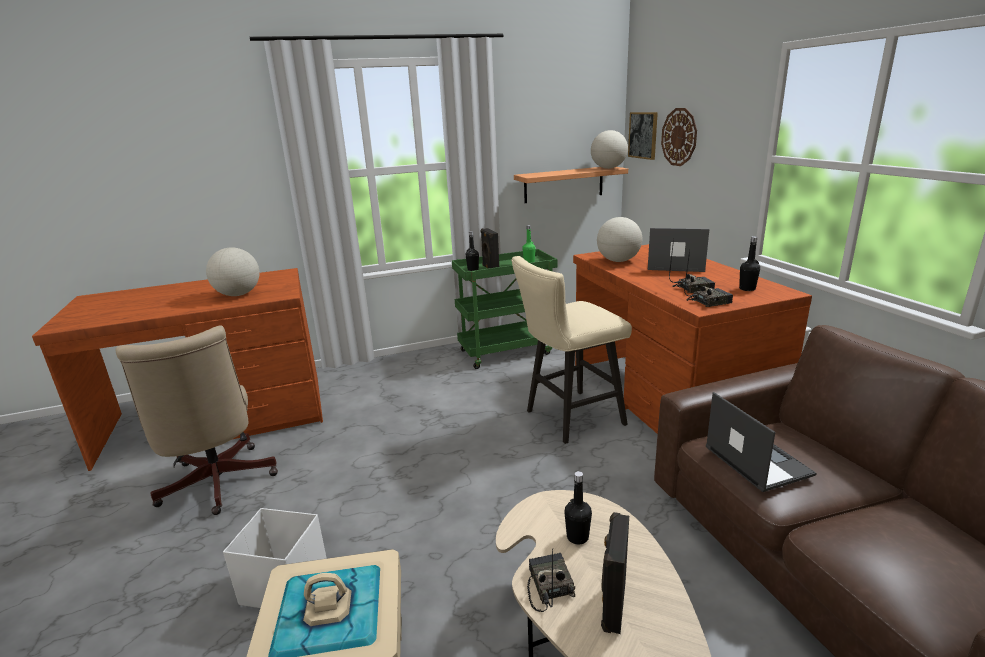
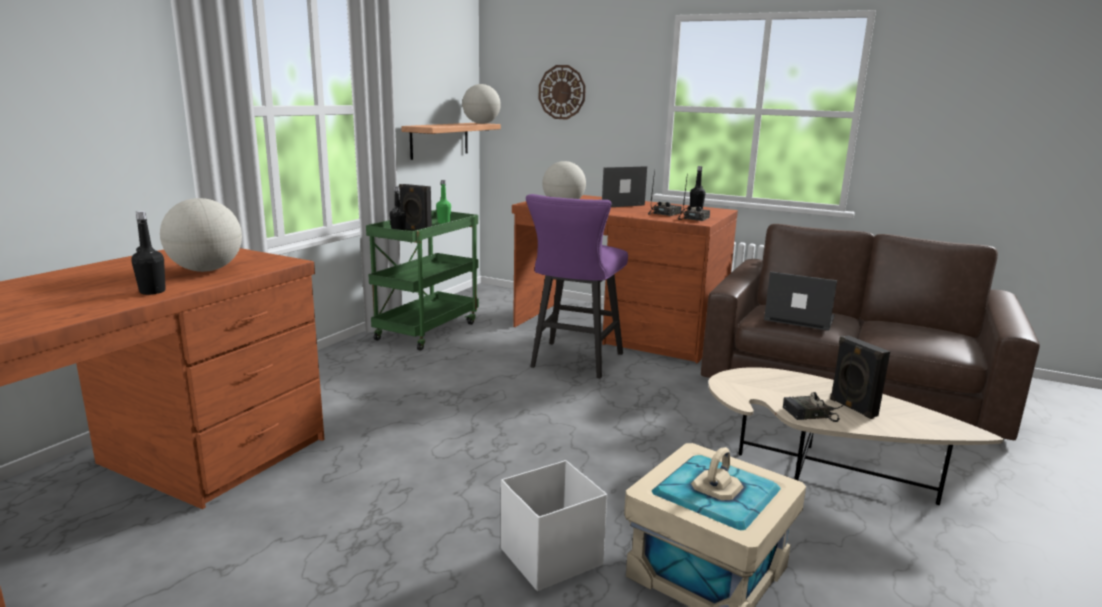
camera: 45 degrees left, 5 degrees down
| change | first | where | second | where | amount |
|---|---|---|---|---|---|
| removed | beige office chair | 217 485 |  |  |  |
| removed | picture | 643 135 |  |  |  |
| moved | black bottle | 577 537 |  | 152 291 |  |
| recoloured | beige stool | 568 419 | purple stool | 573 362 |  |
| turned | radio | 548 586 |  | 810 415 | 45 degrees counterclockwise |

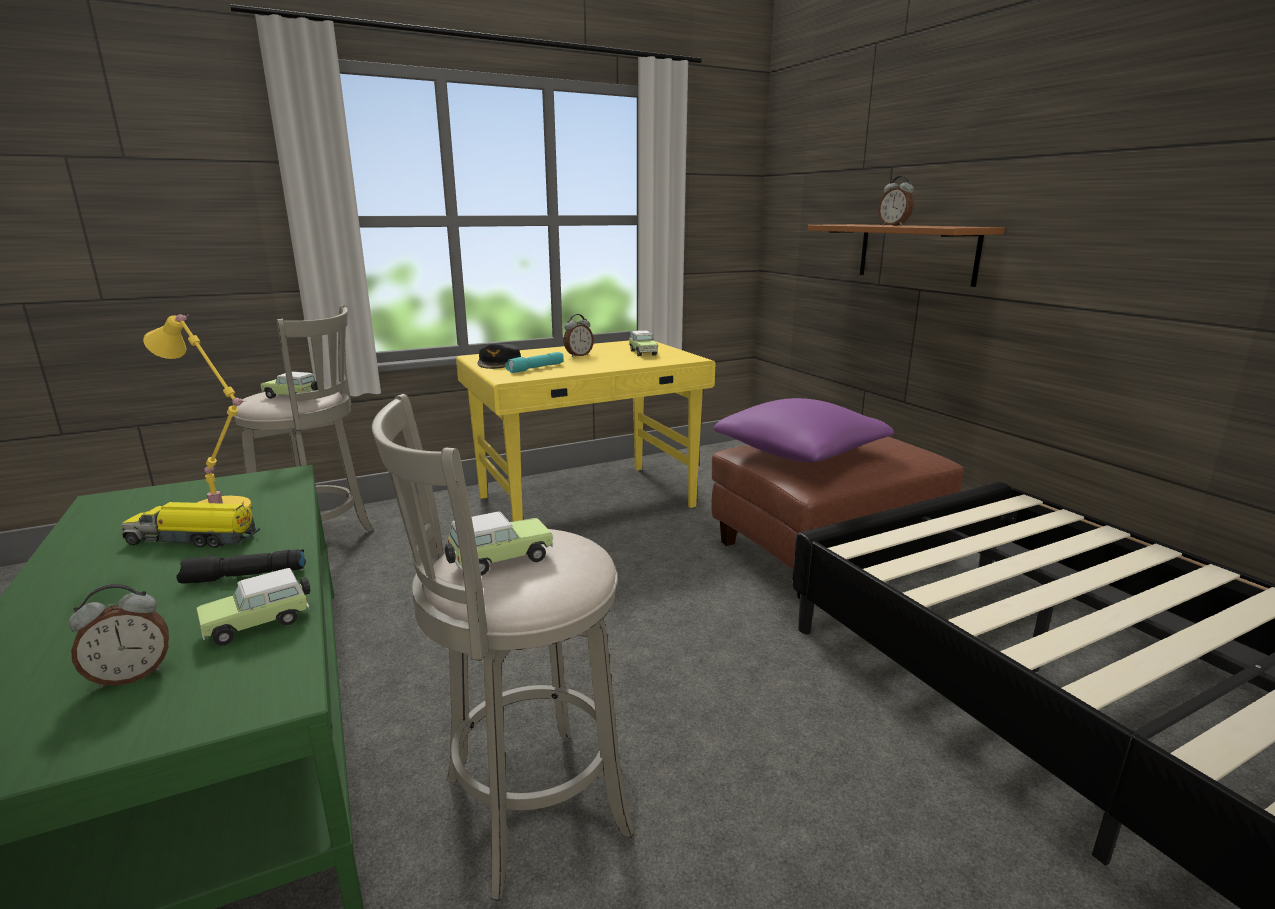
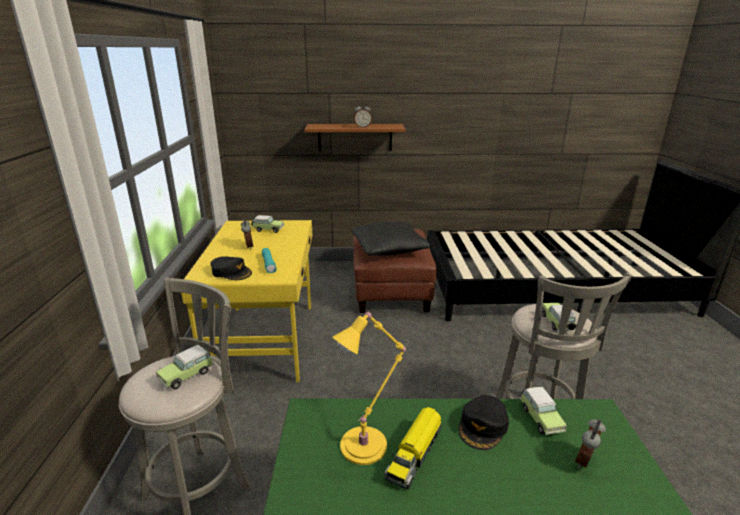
camera: 65 degrees left, 5 degrees up
| change | first | where | second | where | amount |
|---|---|---|---|---|---|
| replaced | black flashlight | 244 576 | black cap | 483 426 |  |
| recoloured | purple pillow | 800 452 | black pillow | 389 249 |  |
| turned | alarm clock | 132 675 |  | 585 461 | 135 degrees counterclockwise |

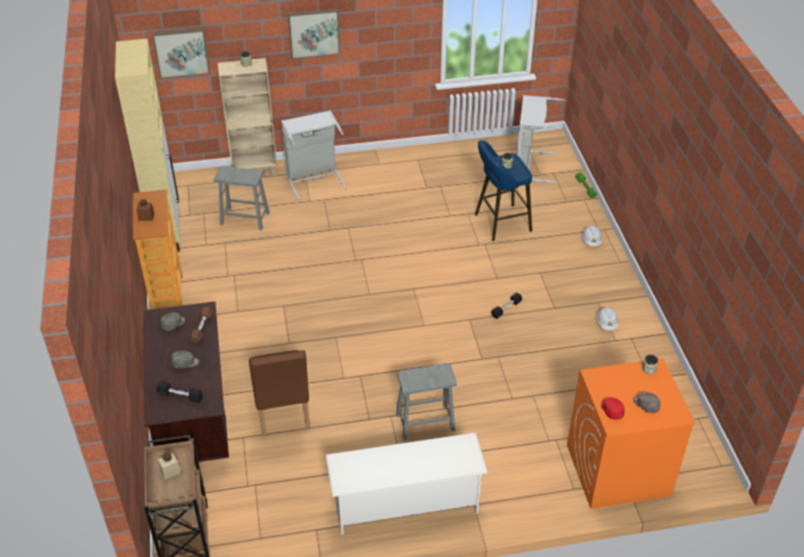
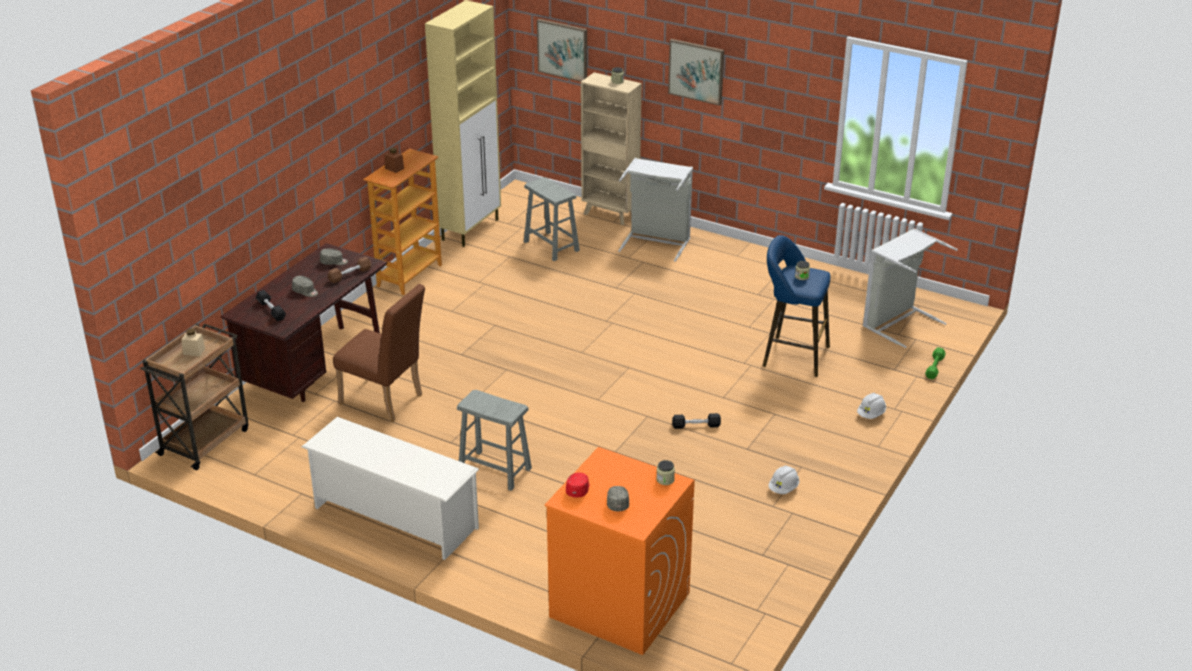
camera: 40 degrees right, 10 degrees down
| change | first | where | second | where | amount |
|---|---|---|---|---|---|
| turned | brown chair | 282 414 |  | 386 401 | 90 degrees counterclockwise |

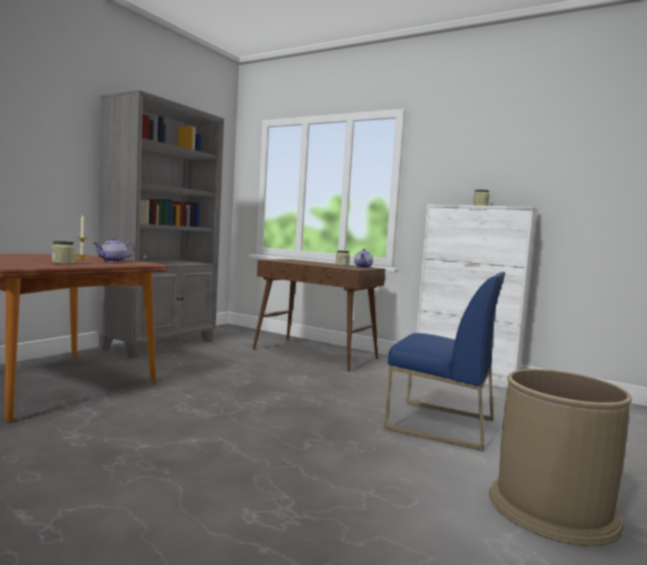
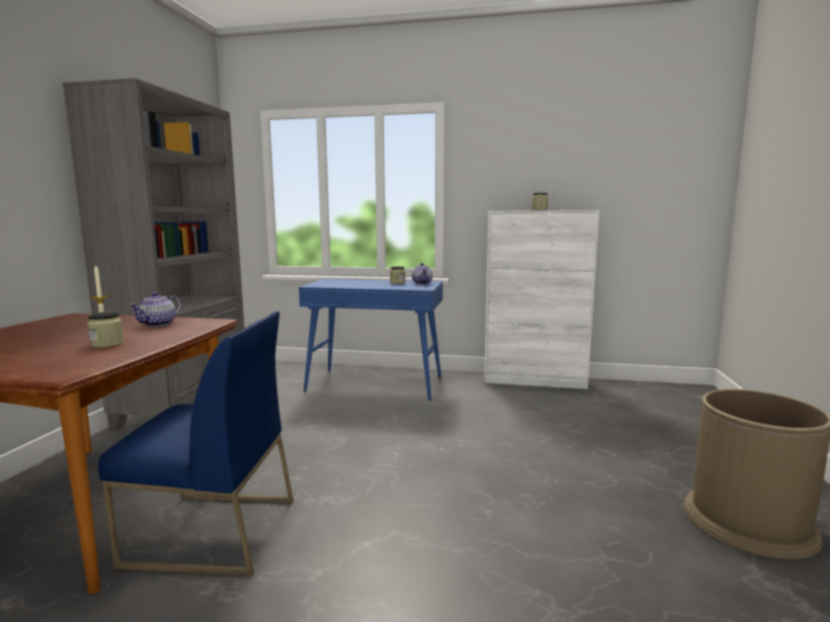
camera: 20 degrees left, 5 degrees up
| change | first | where | second | where | amount |
|---|---|---|---|---|---|
| moved | blue chair | 439 424 |  | 211 532 |  |
| recoloured | brown console table | 315 354 | blue console table | 376 384 |  |

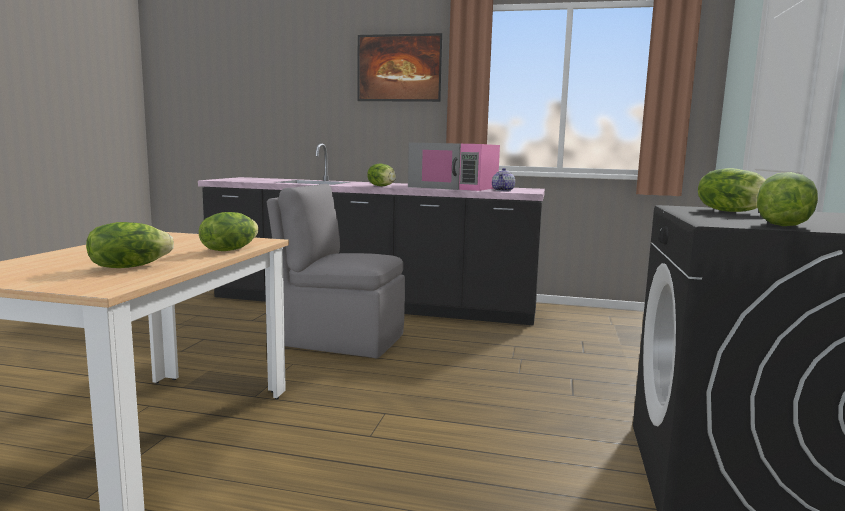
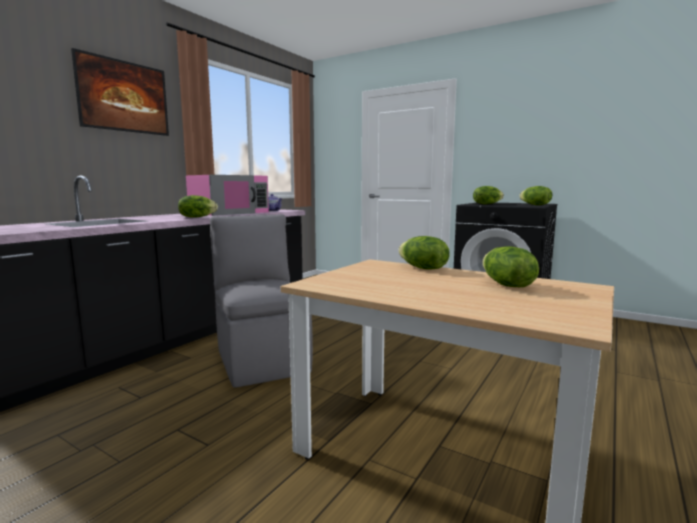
camera: 70 degrees left, 0 degrees up
| change | first | where | second | where | amount |
|---|---|---|---|---|---|
| turned | grey chair | 341 339 |  | 262 359 | 120 degrees clockwise |

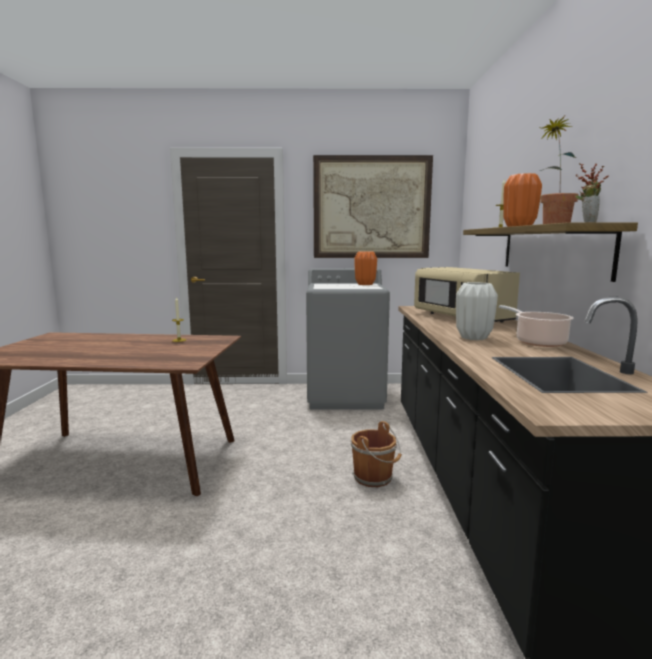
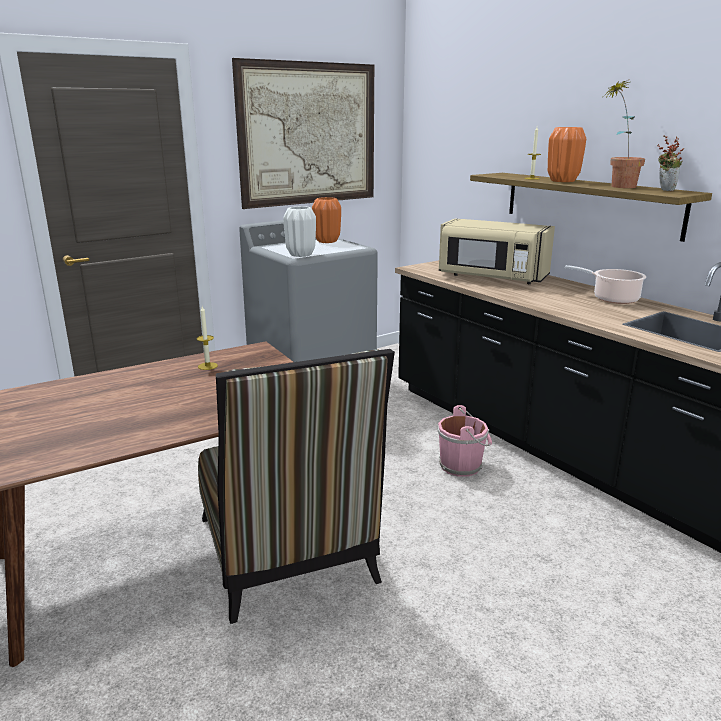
camera: 35 degrees left, 10 degrees up
| change | first | where | second | where | amount |
|---|---|---|---|---|---|
| added |  |  | chair | 288 557 |  |
| moved | white vase | 474 338 |  | 301 255 |  |
| recoloured | brown bucket | 374 478 | pink bucket | 462 466 |  |

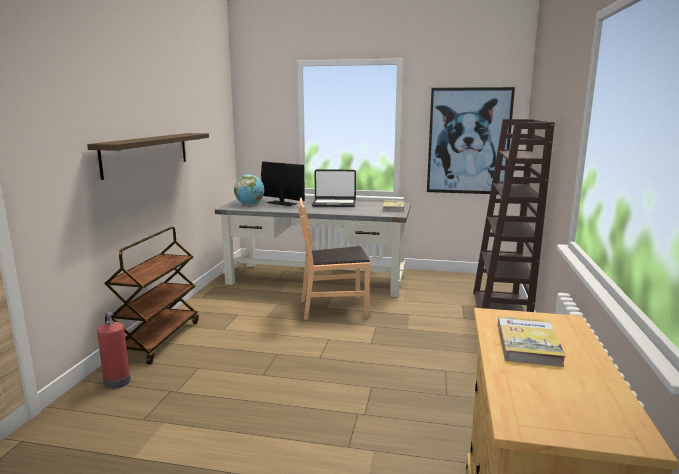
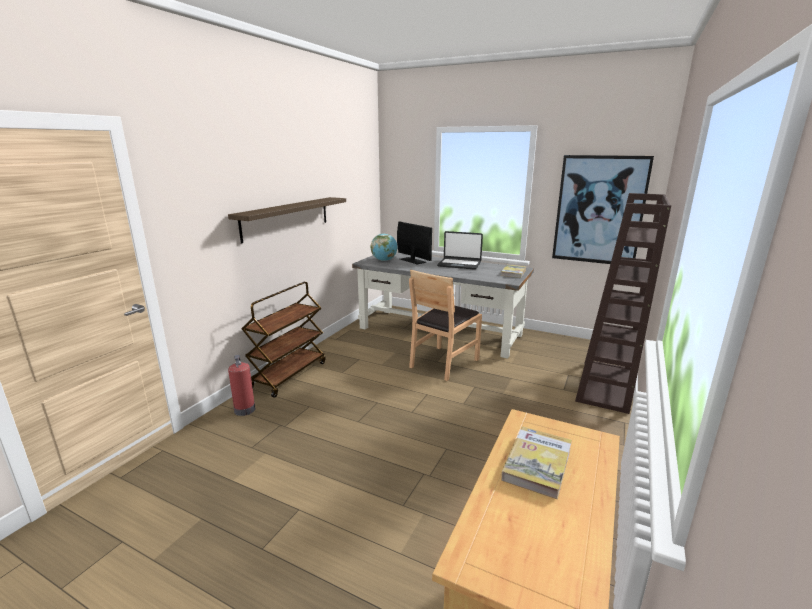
camera: 15 degrees right, 5 degrees up
| change | first | where | second | where | amount |
|---|---|---|---|---|---|
| turned | brown chair | 334 308 |  | 443 363 | 60 degrees counterclockwise |

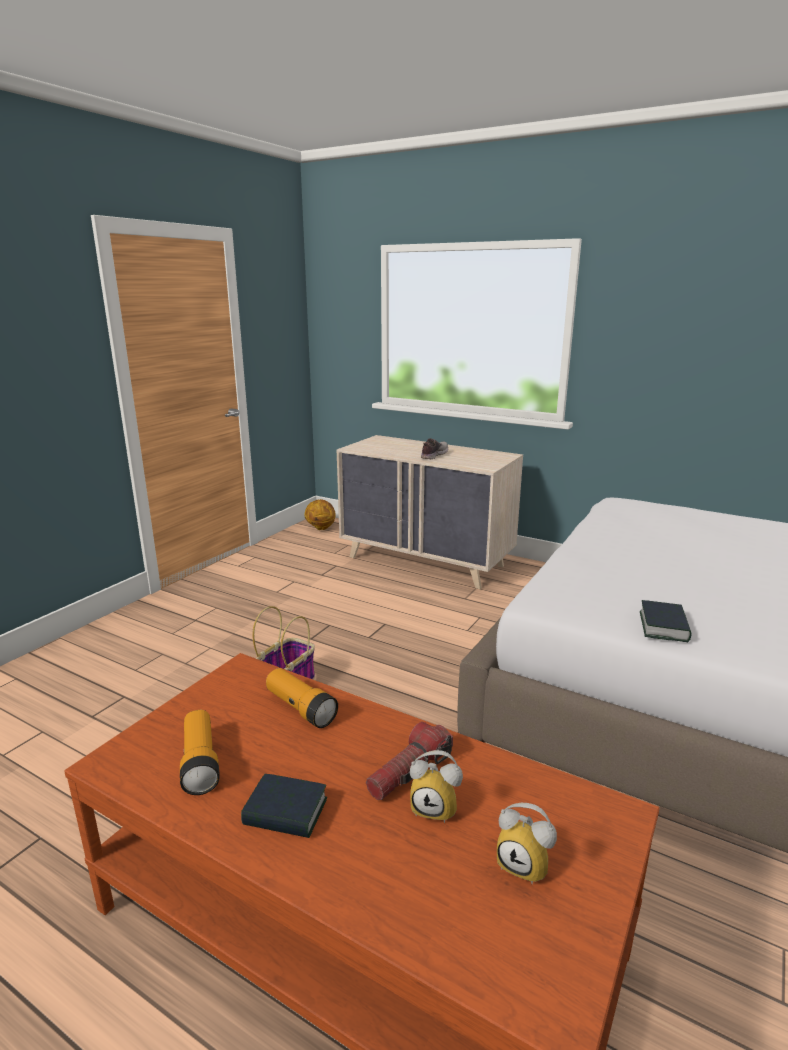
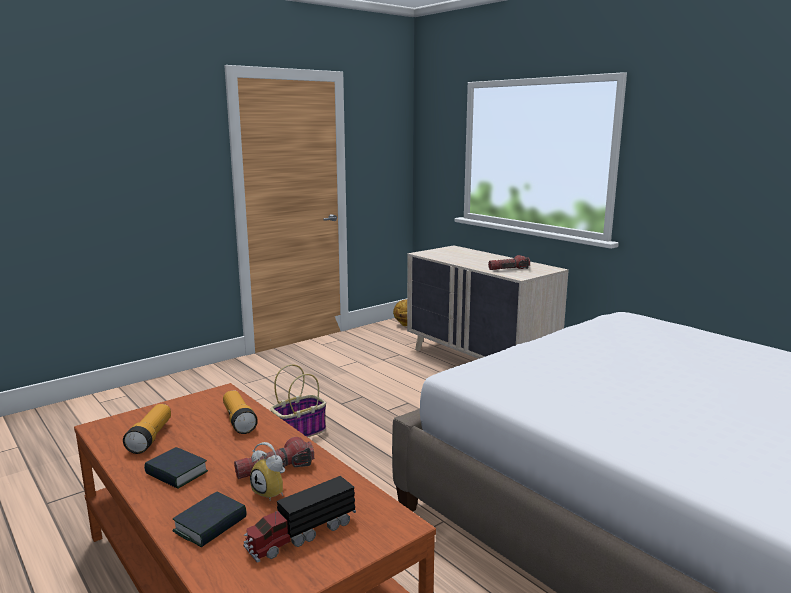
camera: 20 degrees right, 5 degrees down
| change | first | where | second | where | amount |
|---|---|---|---|---|---|
| removed | shoe | 433 455 |  |  |  |
| added |  |  | flashlight | 508 269 |  |
| moved | book | 663 626 |  | 210 525 |  |
| replaced | alarm clock | 526 864 | toy truck | 300 534 |  |

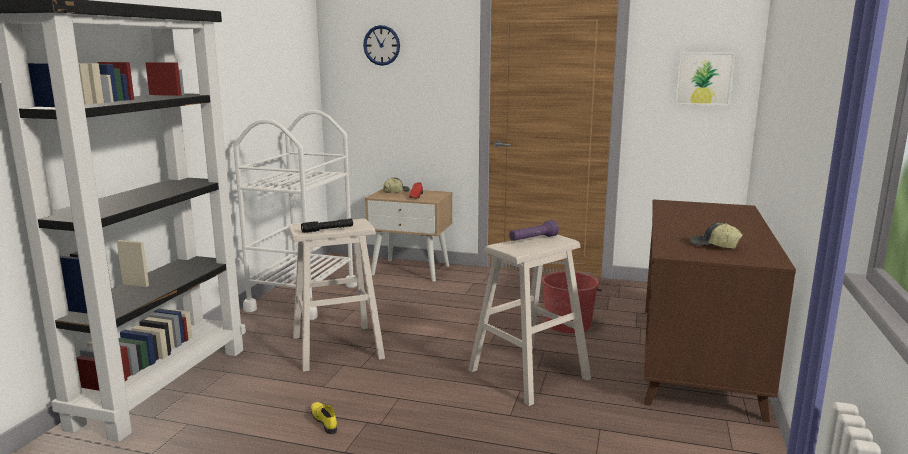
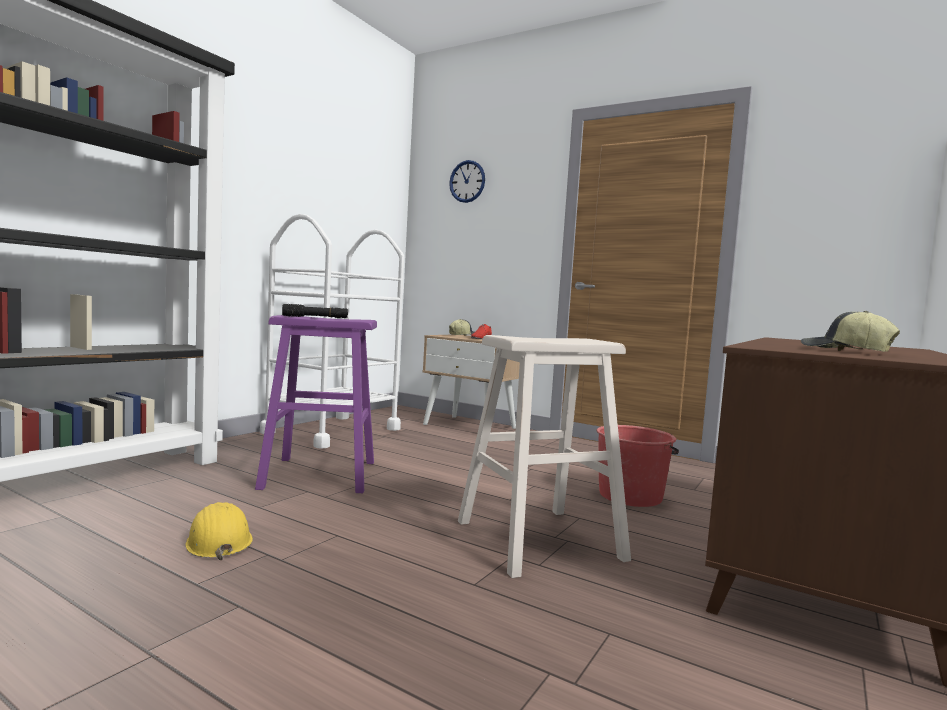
camera: 15 degrees right, 10 degrees down
| change | first | where | second | where | amount |
|---|---|---|---|---|---|
| removed | purple flashlight | 533 239 |  |  |  |
| removed | picture | 704 78 |  |  |  |
| replaced | yellow shoe | 325 420 | yellow hard hat | 218 541 |  |
| recoloured | beige stool | 337 347 | purple stool | 320 474 |  |

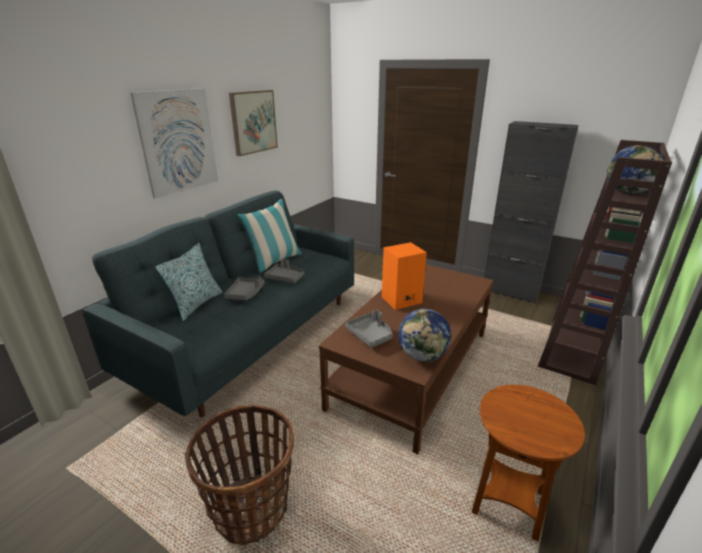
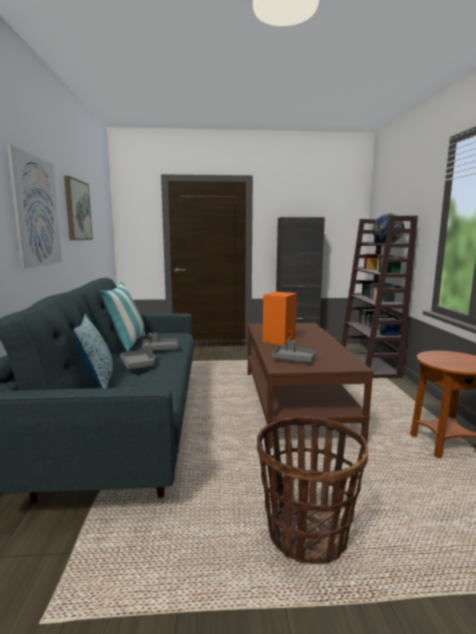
camera: 35 degrees left, 15 degrees down
| change | first | where | second | where | amount |
|---|---|---|---|---|---|
| removed | globe | 422 356 |  |  |  |

